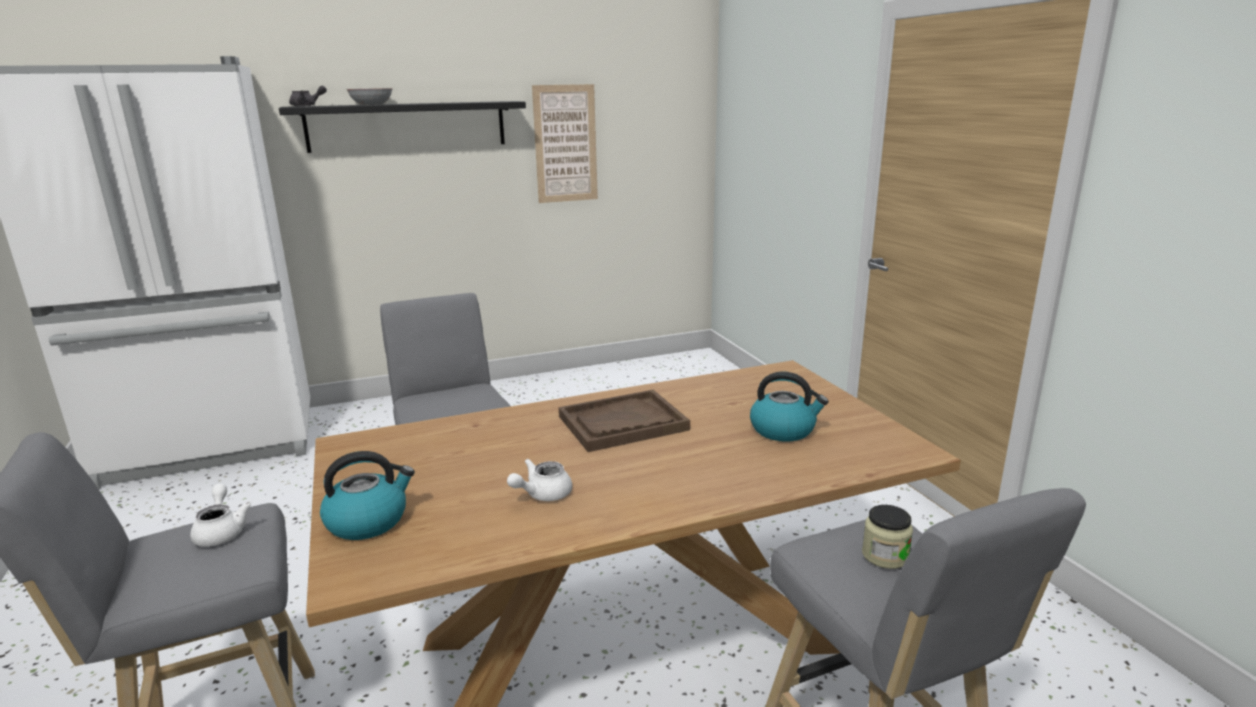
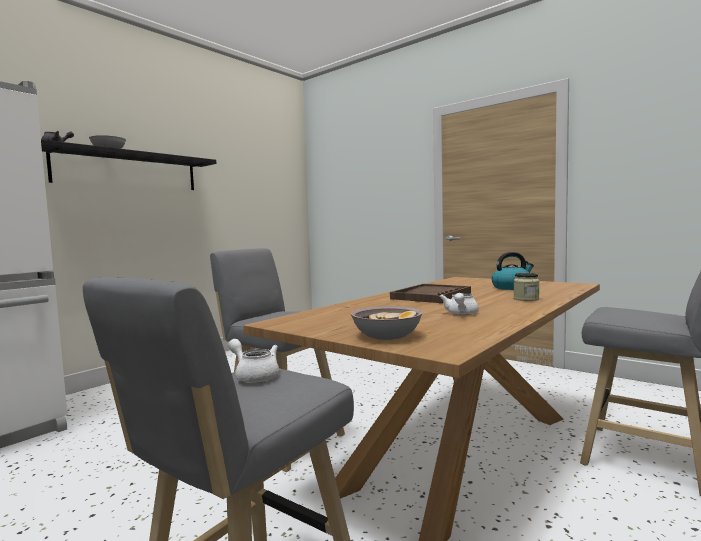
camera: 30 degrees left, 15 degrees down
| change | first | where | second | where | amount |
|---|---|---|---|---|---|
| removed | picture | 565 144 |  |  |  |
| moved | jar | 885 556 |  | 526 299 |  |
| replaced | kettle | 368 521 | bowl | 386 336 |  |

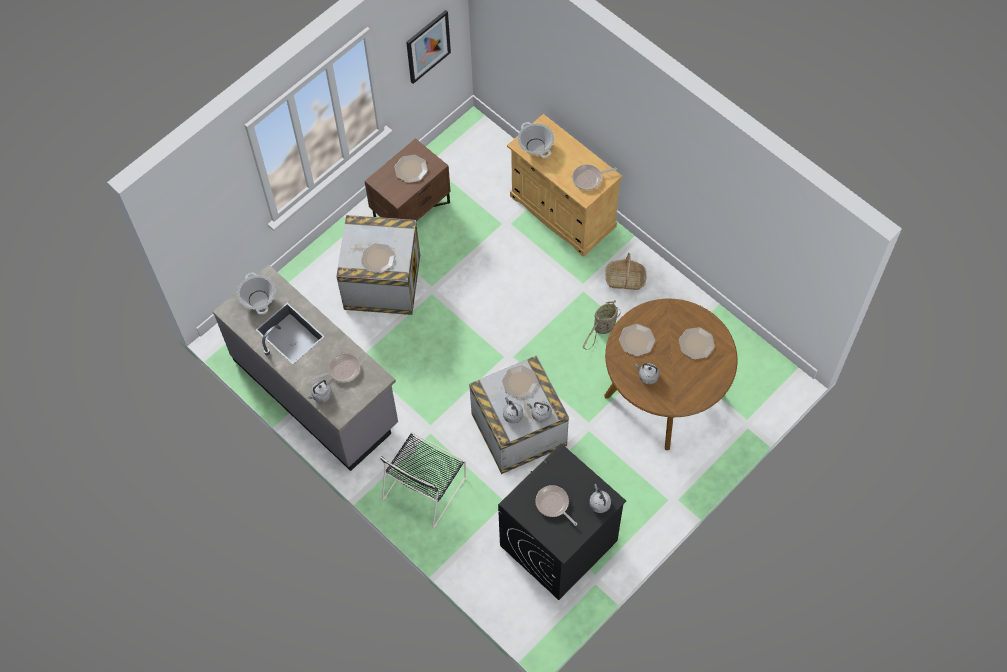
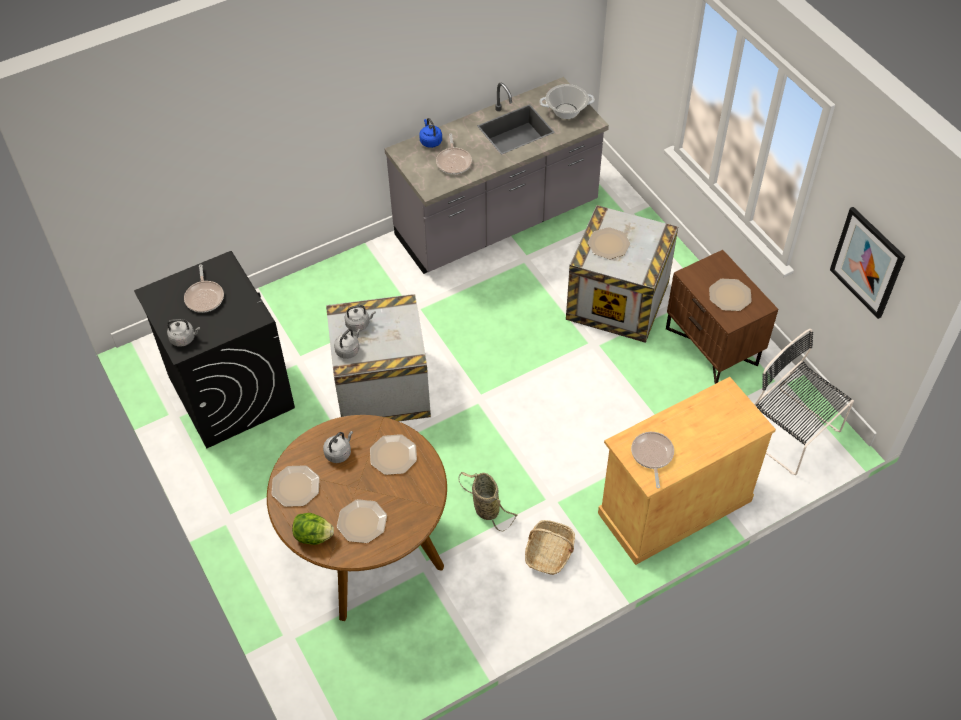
camera: 105 degrees right, 10 degrees down
| change | first | where | second | where | amount |
|---|---|---|---|---|---|
| removed | cooking pot | 535 146 |  |  |  |
| added |  |  | lettuce | 313 536 |  |
| moved | black chair | 425 486 |  | 790 433 |  |
| moved | plate | 519 382 |  | 296 486 |  |
| recoloured | grey kettle | 321 395 | blue kettle | 430 141 |  |
| turned | frying pan | 553 504 |  | 204 297 | 105 degrees clockwise |

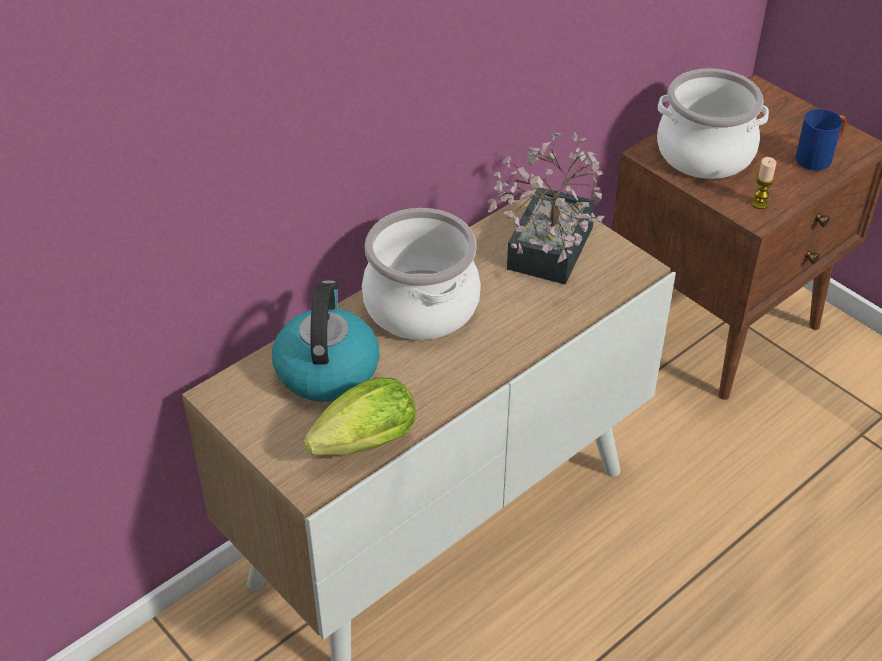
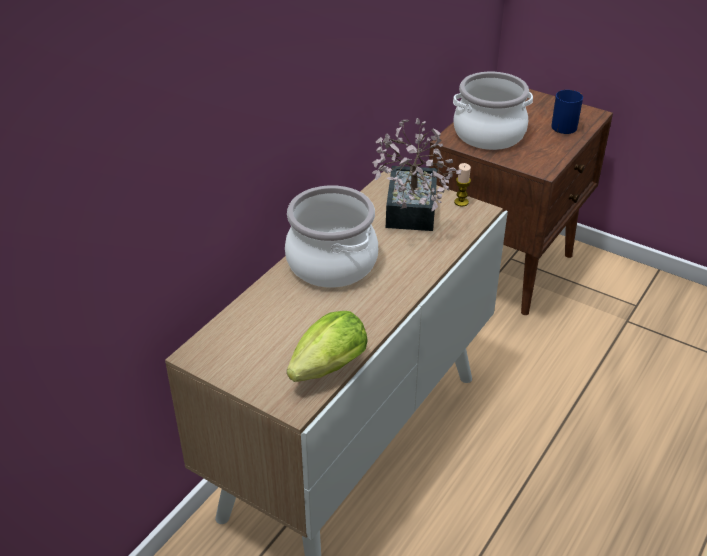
camera: 15 degrees left, 5 degrees down
| change | first | where | second | where | amount |
|---|---|---|---|---|---|
| removed | kettle | 326 369 |  |  |  |
| moved | candle | 759 203 |  | 461 202 |  |

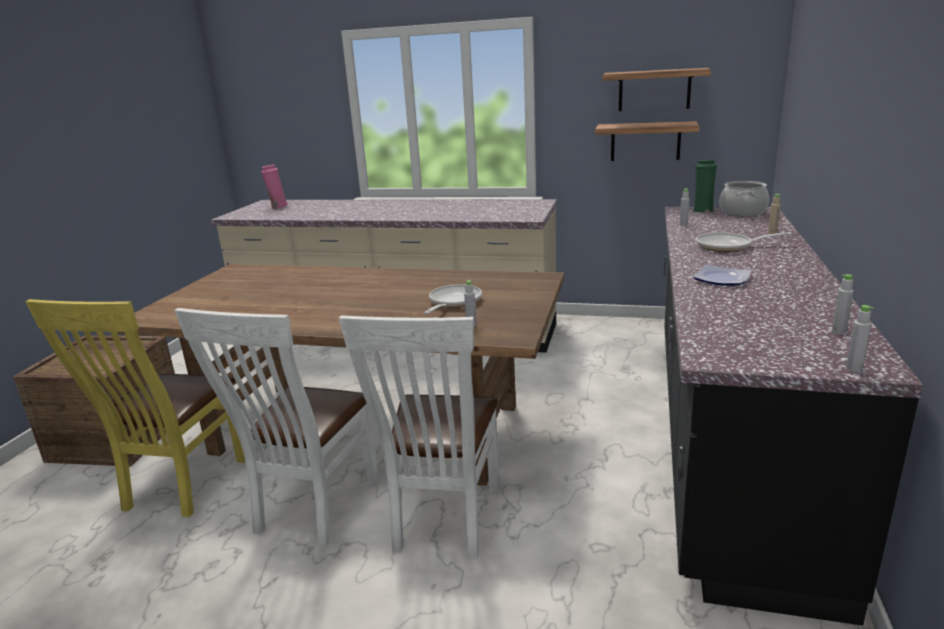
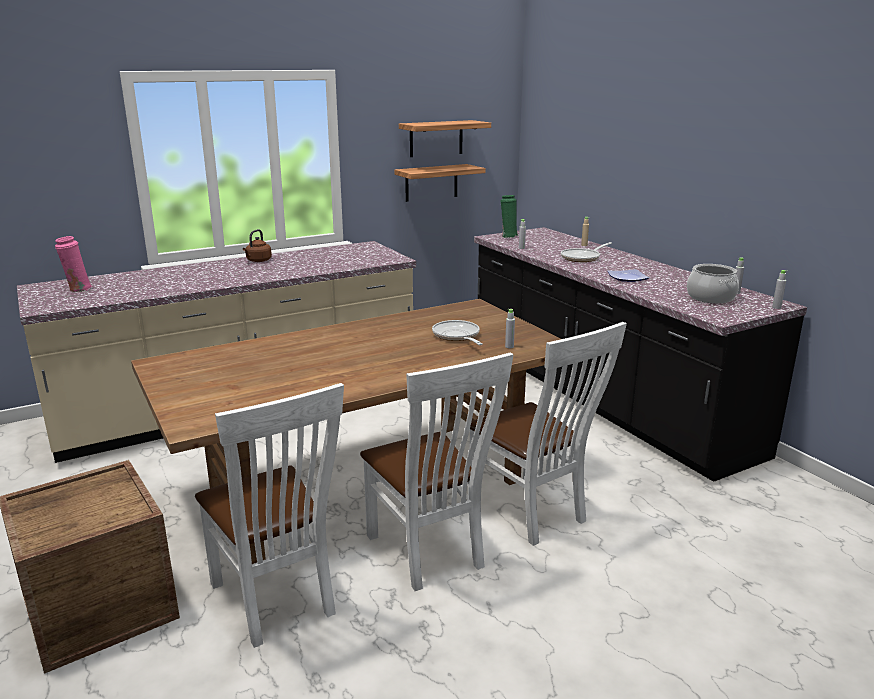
camera: 45 degrees left, 0 degrees up
| change | first | where | second | where | amount |
|---|---|---|---|---|---|
| added |  |  | brown kettle | 258 261 |  |
| moved | cooking pot | 742 212 |  | 710 298 |  |
| recoloured | yellow chair | 180 487 | white chair | 277 602 |  |

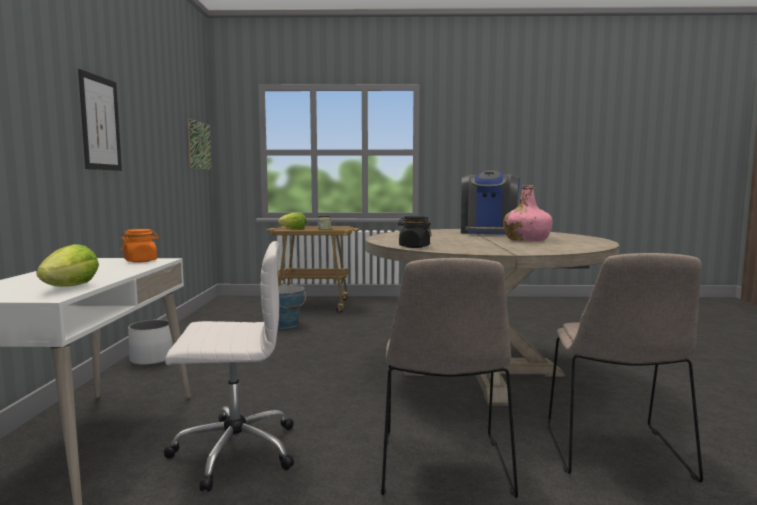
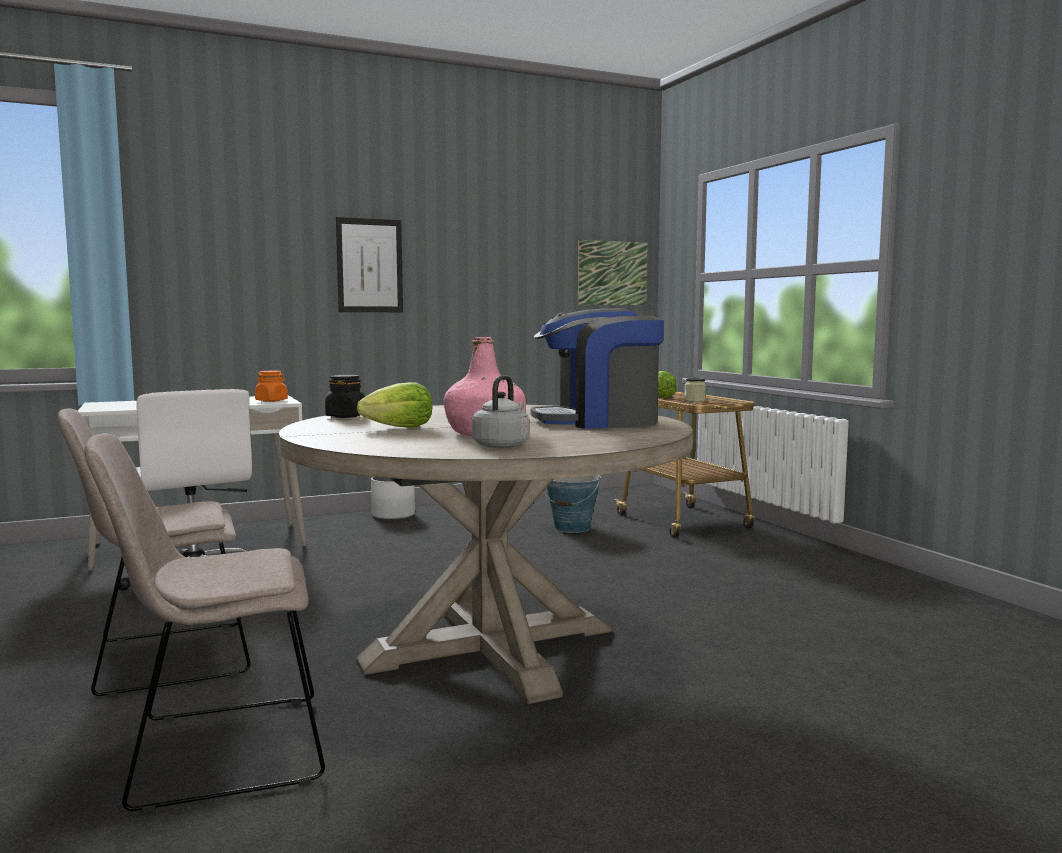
camera: 65 degrees right, 0 degrees up
| change | first | where | second | where | amount |
|---|---|---|---|---|---|
| added |  |  | grey kettle | 502 445 |  |
| moved | lettuce | 71 287 |  | 400 428 |  |

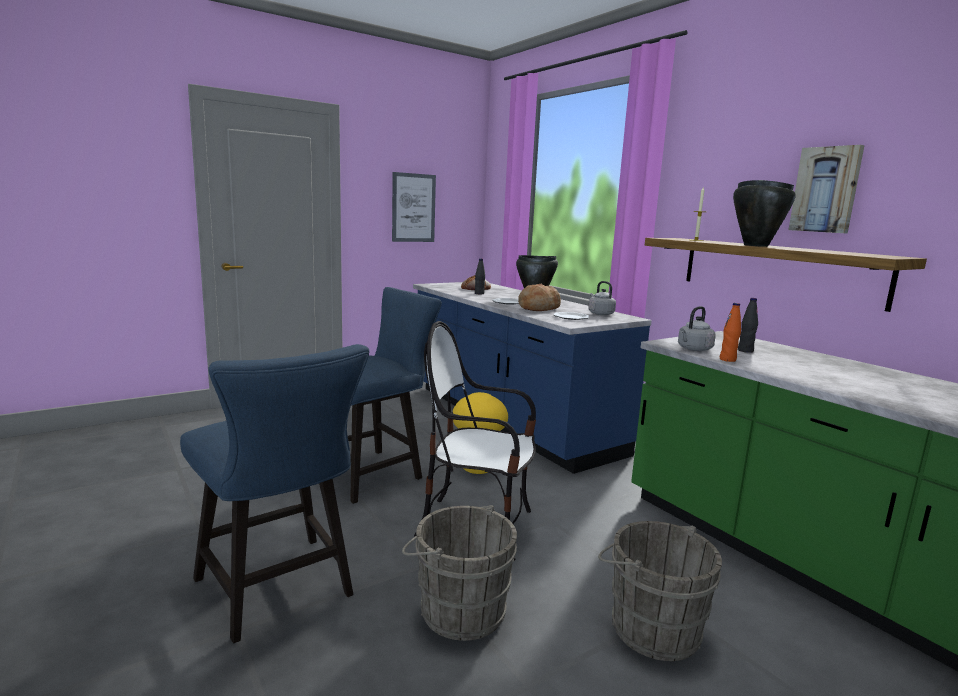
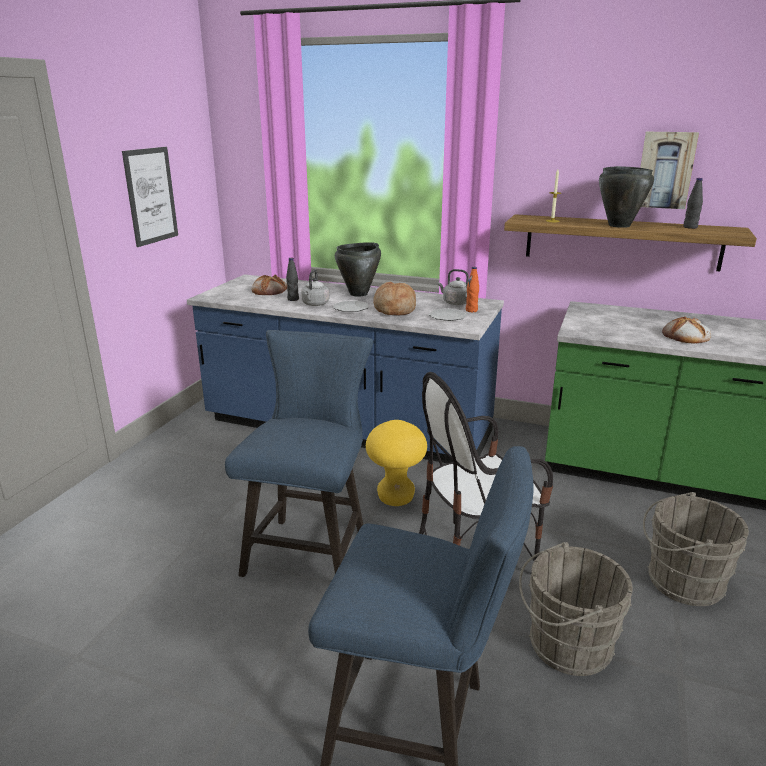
camera: 35 degrees left, 10 degrees up
| change | first | where | second | where | amount |
|---|---|---|---|---|---|
| added |  |  | bread | 686 337 |  |
| moved | grey kettle | 693 349 |  | 315 304 |  |
| moved | orange bottle | 727 360 |  | 471 310 |  |
| moved | black bottle | 745 351 |  | 690 227 |  |

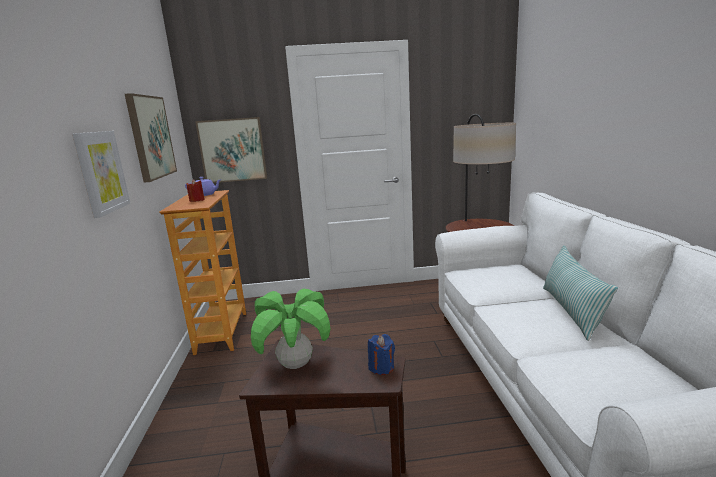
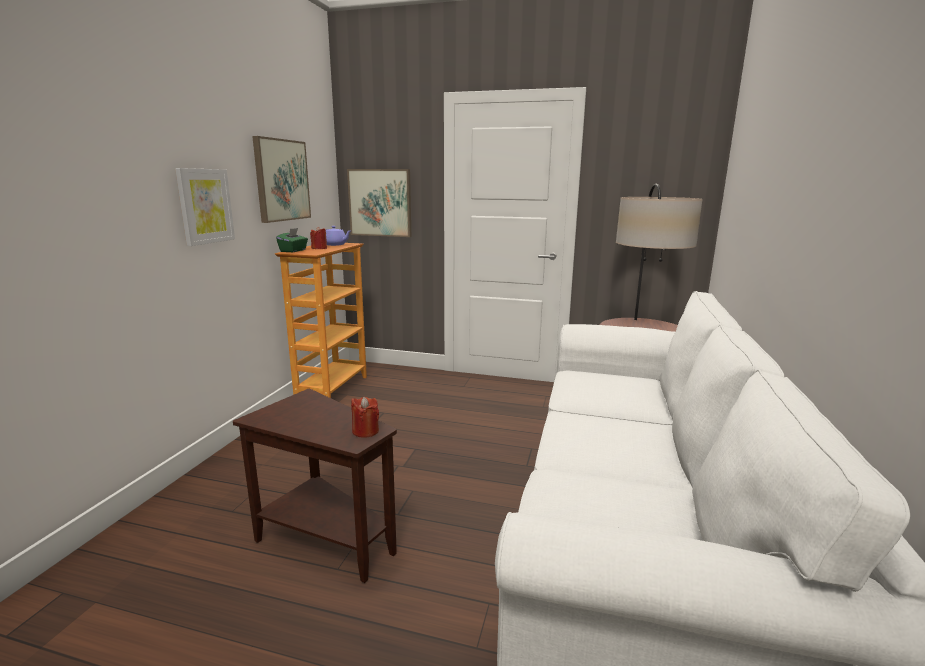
camera: 20 degrees right, 0 degrees up
| change | first | where | second | where | amount |
|---|---|---|---|---|---|
| removed | potted plant | 295 365 |  |  |  |
| removed | pillow | 571 311 |  |  |  |
| added |  |  | green tissue box | 293 251 |  |
| recoloured | blue candle | 381 367 | red candle | 365 431 |  |

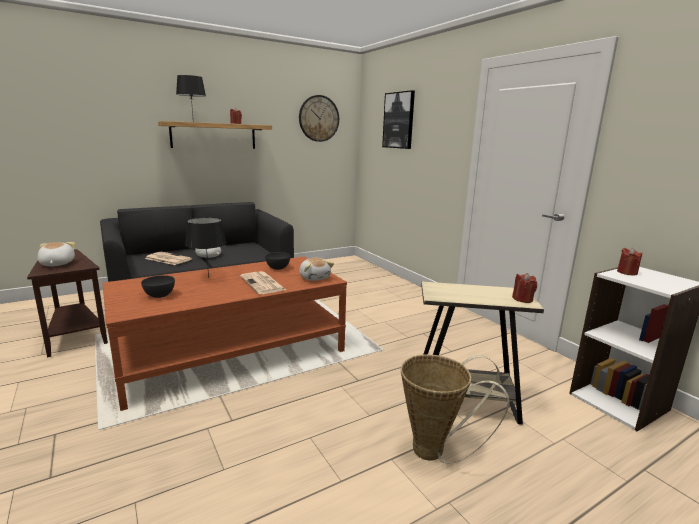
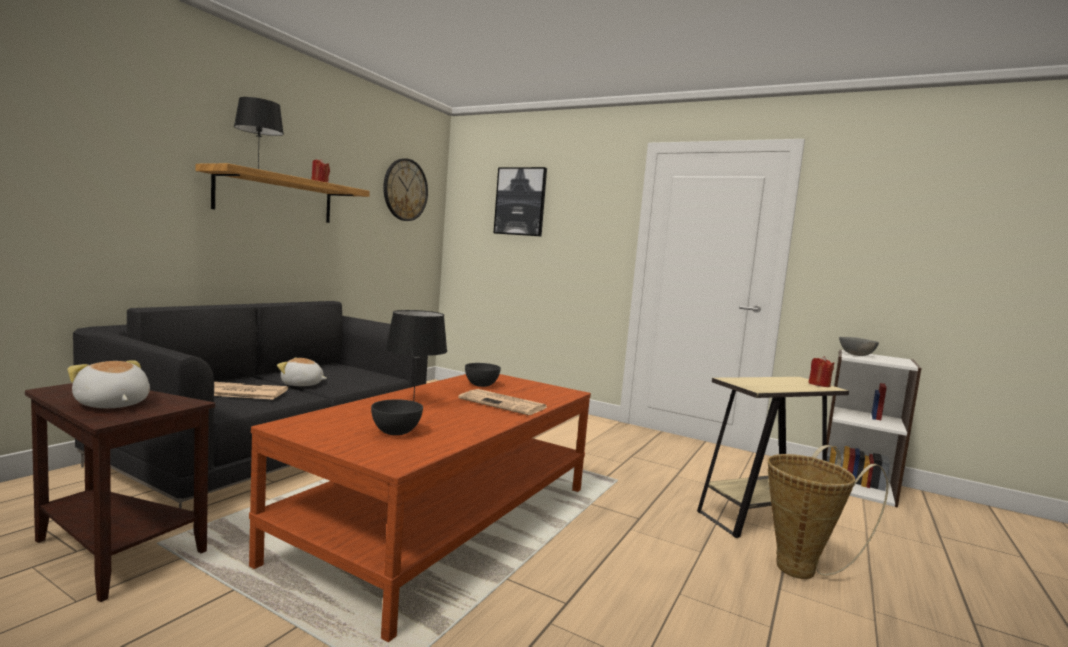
camera: 30 degrees left, 10 degrees down
| change | first | where | second | where | amount |
|---|---|---|---|---|---|
| removed | plush toy | 314 278 |  |  |  |
| replaced | red candle | 627 272 | grey bowl | 856 355 |  |

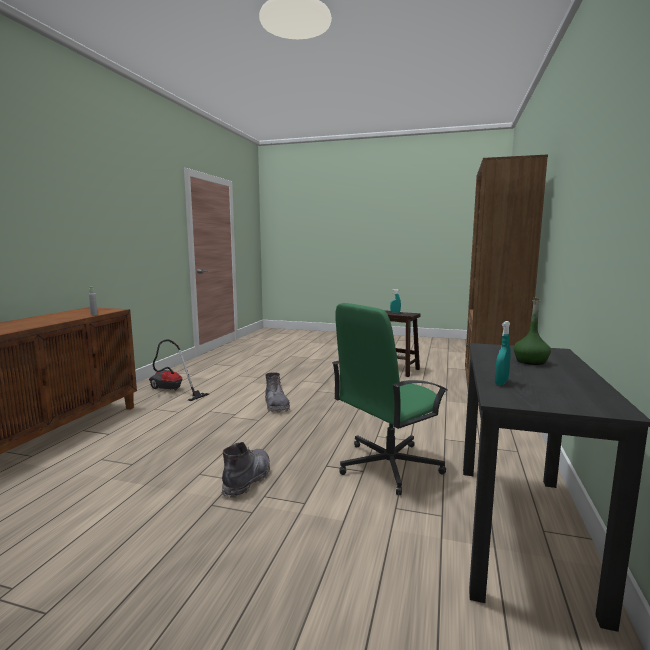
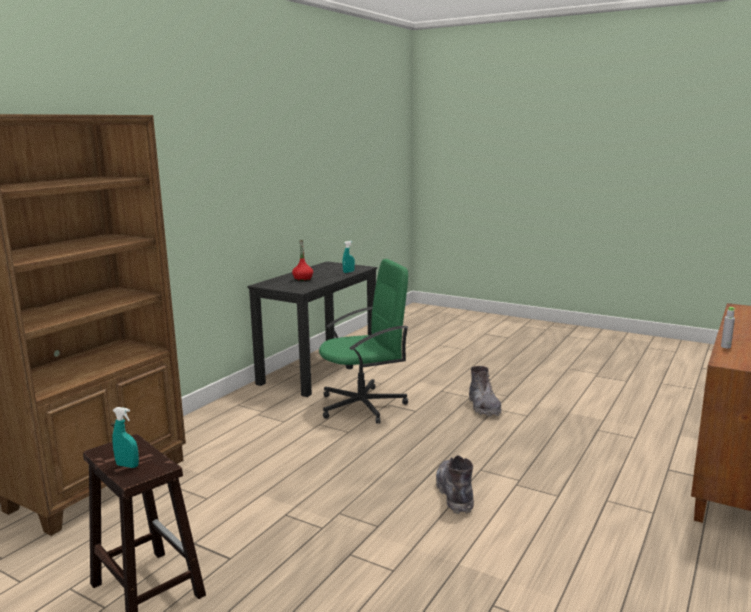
camera: 165 degrees left, 5 degrees up
| change | first | where | second | where | amount |
|---|---|---|---|---|---|
| removed | vacuum cleaner | 172 390 |  |  |  |
| recoloured | green bottle | 530 361 | red bottle | 303 279 |  |
| turned | grey boot | 247 480 |  | 484 407 | 45 degrees counterclockwise |

